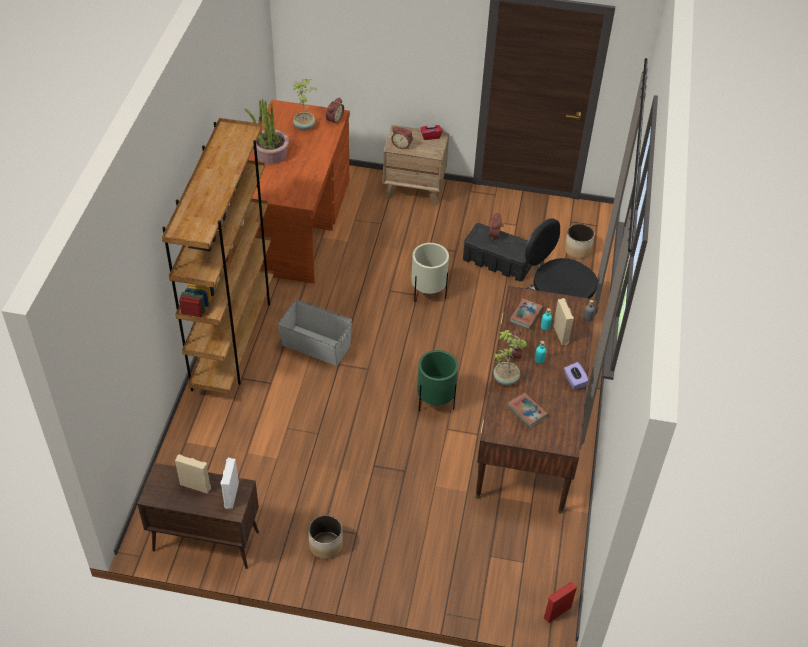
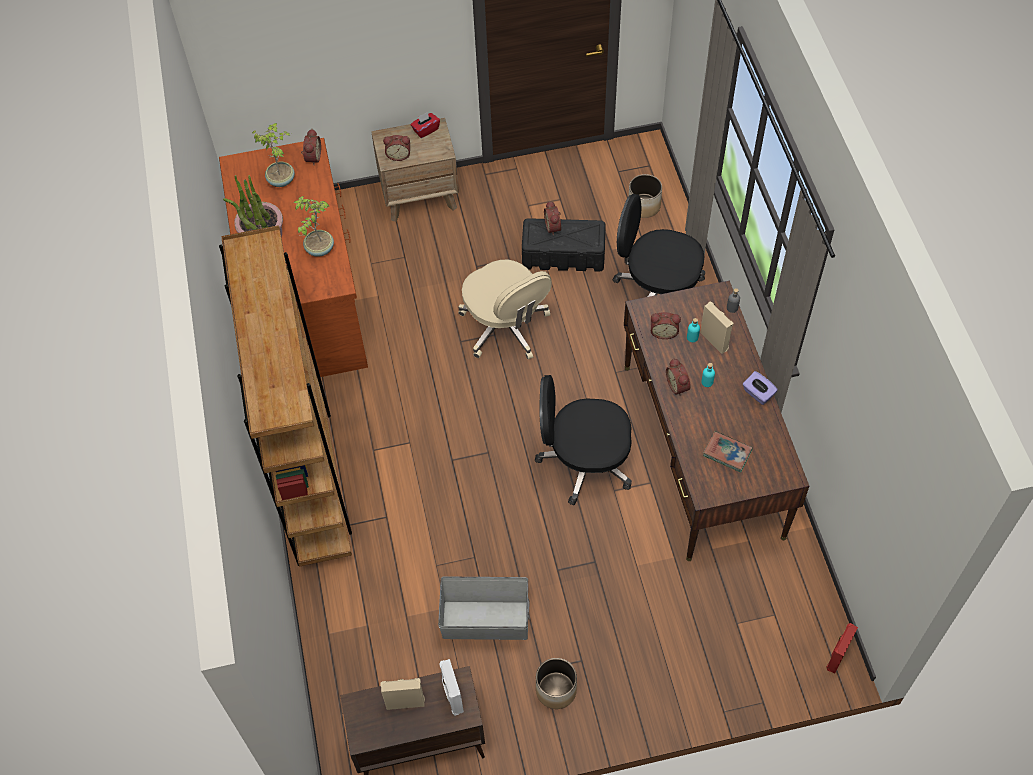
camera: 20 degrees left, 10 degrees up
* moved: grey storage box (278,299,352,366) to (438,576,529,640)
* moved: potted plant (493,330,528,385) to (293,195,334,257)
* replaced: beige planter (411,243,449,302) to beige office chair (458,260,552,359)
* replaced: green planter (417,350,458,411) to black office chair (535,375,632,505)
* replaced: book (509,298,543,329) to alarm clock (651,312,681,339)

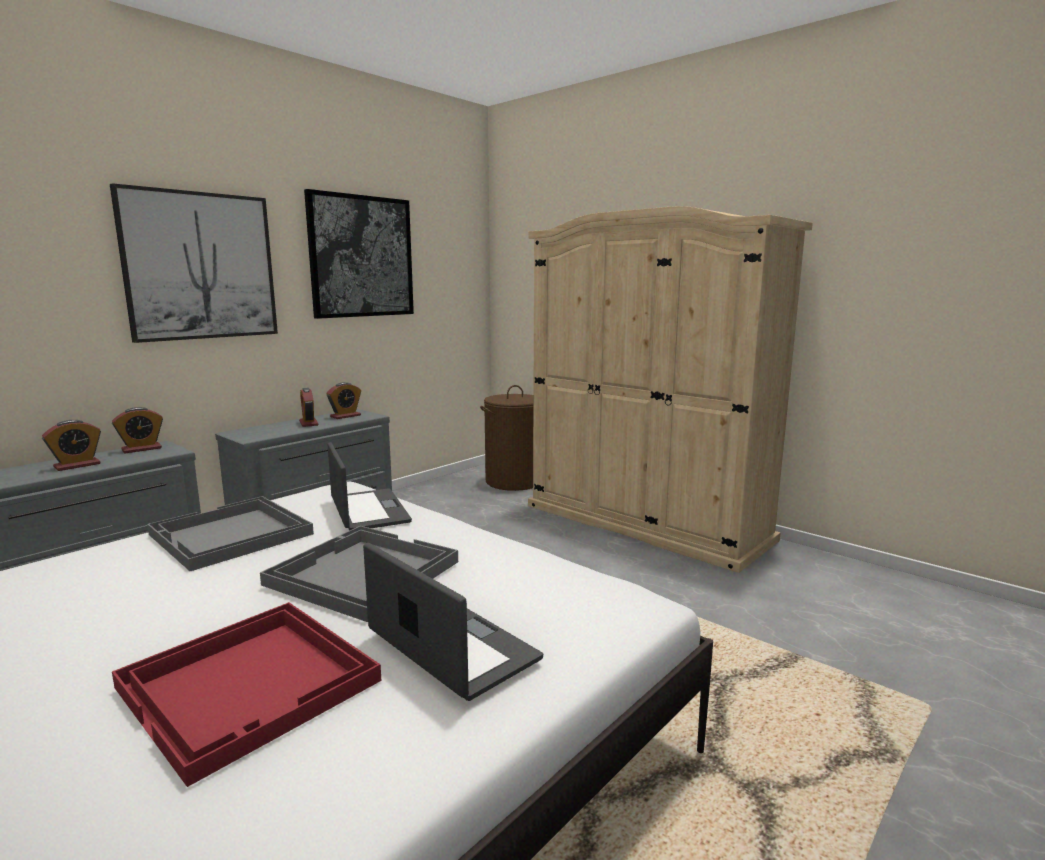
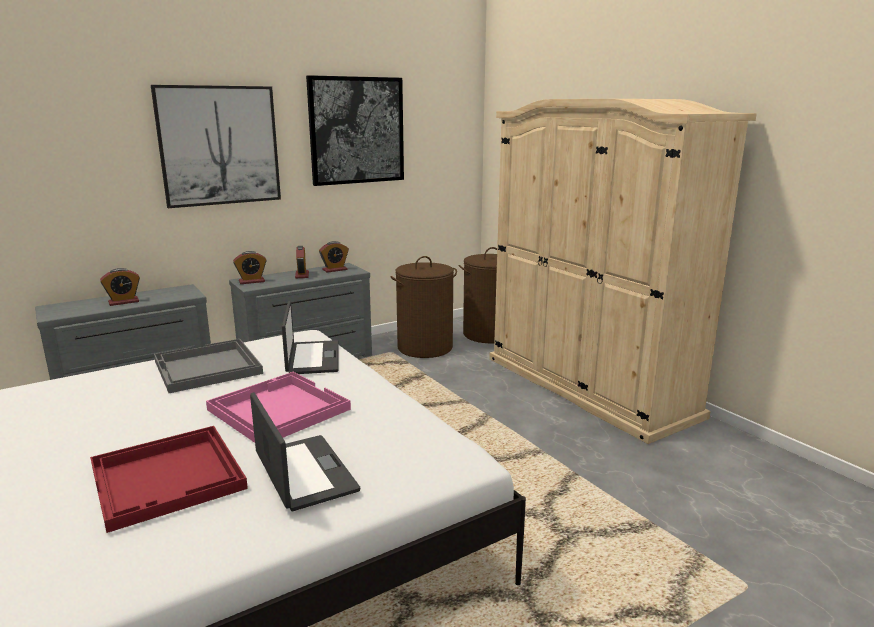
camera: 15 degrees right, 5 degrees up
* added: brown laundry basket (390,256,457,358)
* moved: alarm clock (112,407,163,453) to (233,251,267,284)
* recoloured: grey tray (260,526,458,622) to pink tray (206,372,351,443)

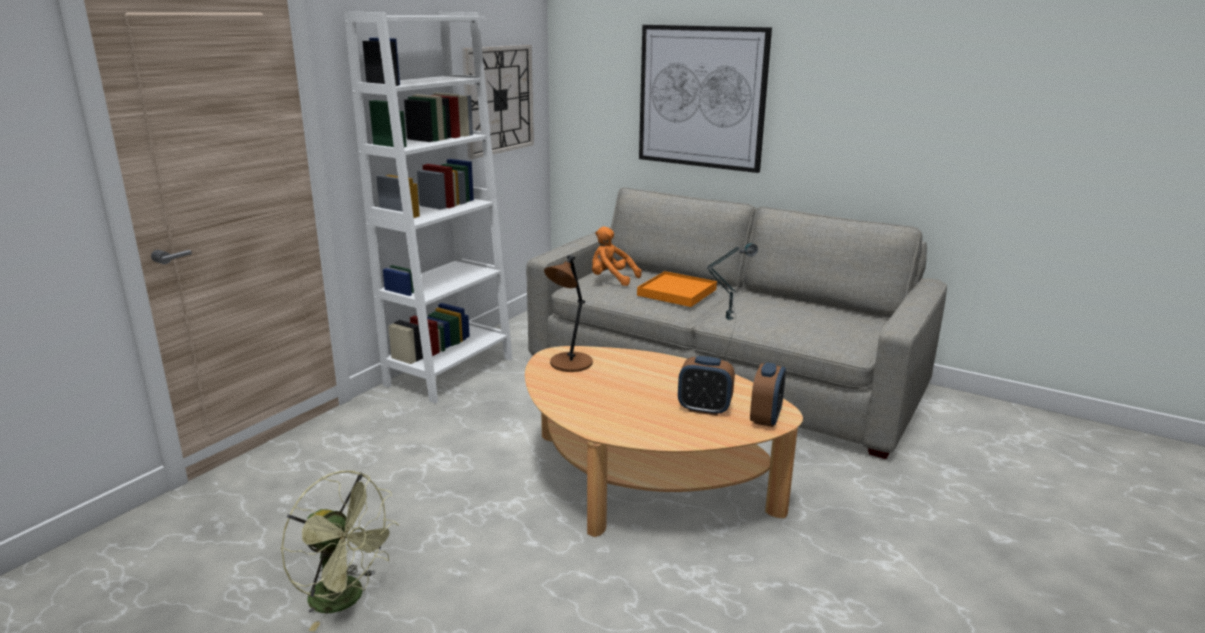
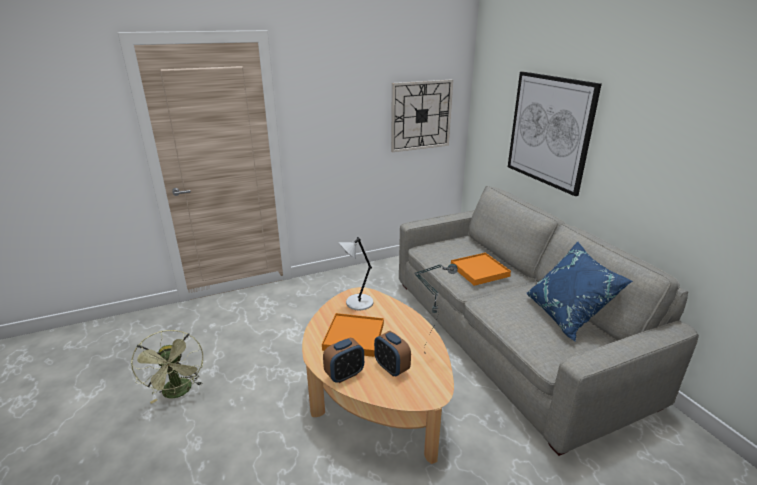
camera: 35 degrees right, 5 degrees up
* removed: white bookcase (344,12,512,403)
* removed: orange plush toy (592,226,642,286)
* added: orange tray (322,313,384,357)
* added: blue pillow (527,241,633,342)
* moved: alarm clock (750,362,786,427) to (323,338,364,383)
* recoloured: brown table lamp (544,255,593,372) to grey table lamp (339,237,373,310)

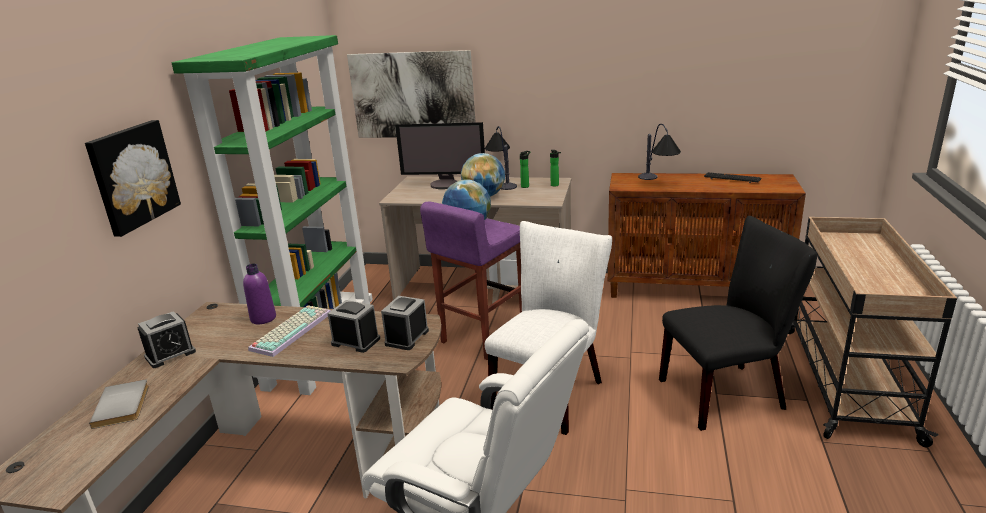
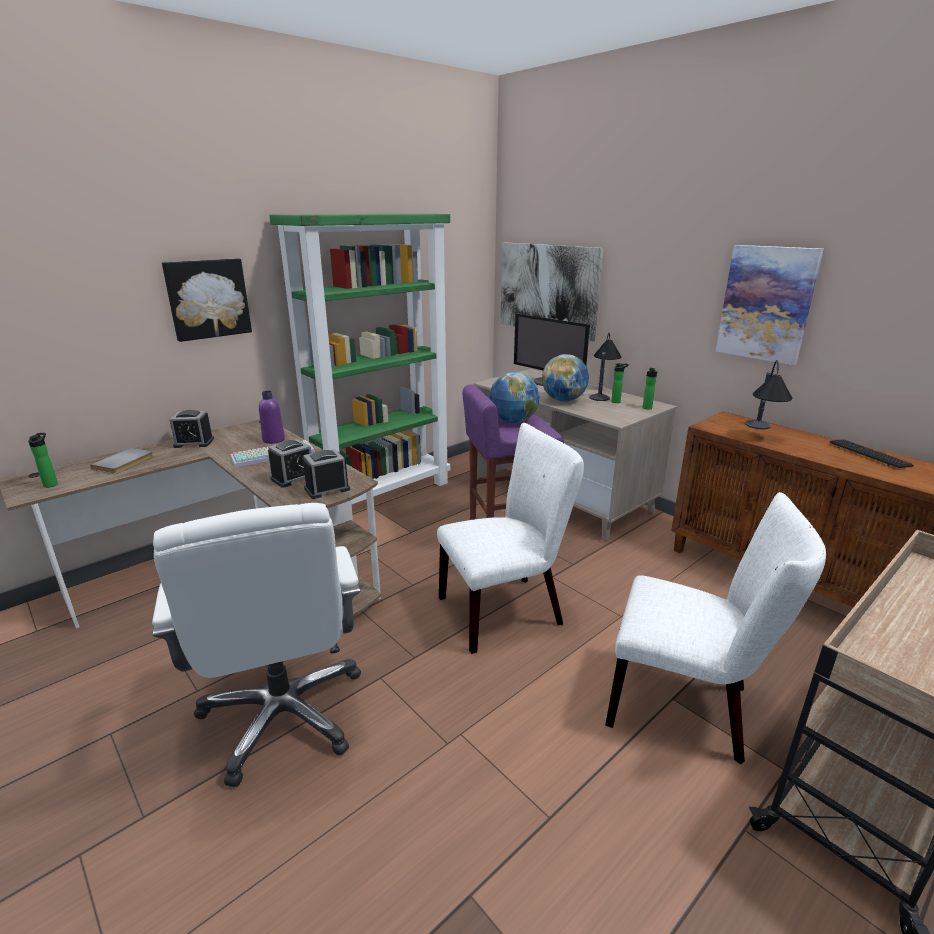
camera: 35 degrees right, 0 degrees up
* added: bottle (28,433,58,488)
* added: picture (715,245,824,365)
* recoloured: black chair (659,216,817,431) to white chair (605,492,826,764)
* turned: alarm clock (328,300,380,353) = (268,439,312,488) 75 degrees clockwise

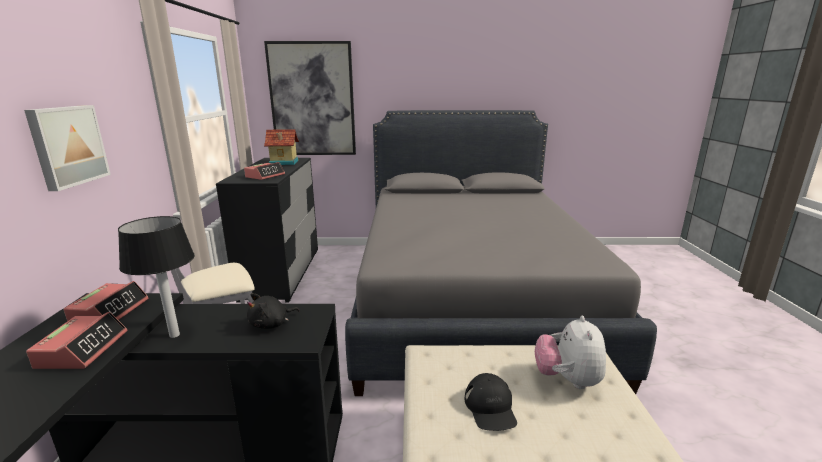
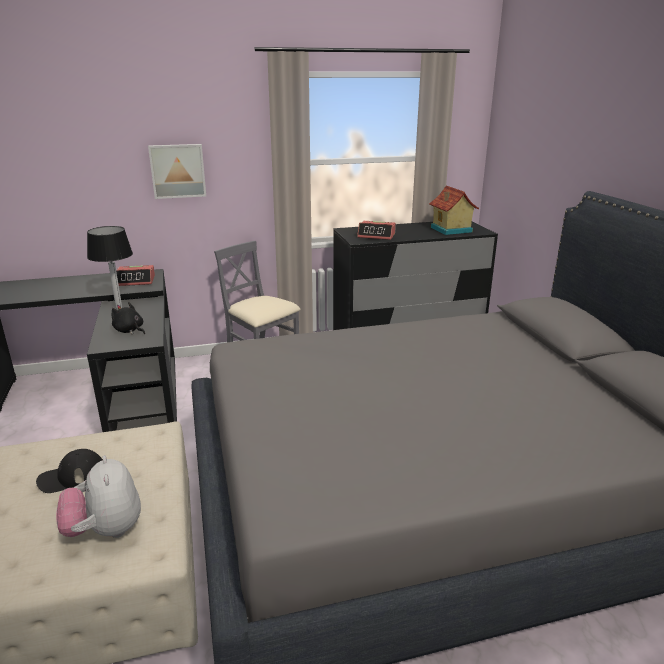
camera: 75 degrees right, 5 degrees up
* removed: alarm clock (26,312,127,369)
* removed: picture (264,41,356,155)
* turned: plush toy (535,316,606,389) = (56,455,141,538) 105 degrees counterclockwise

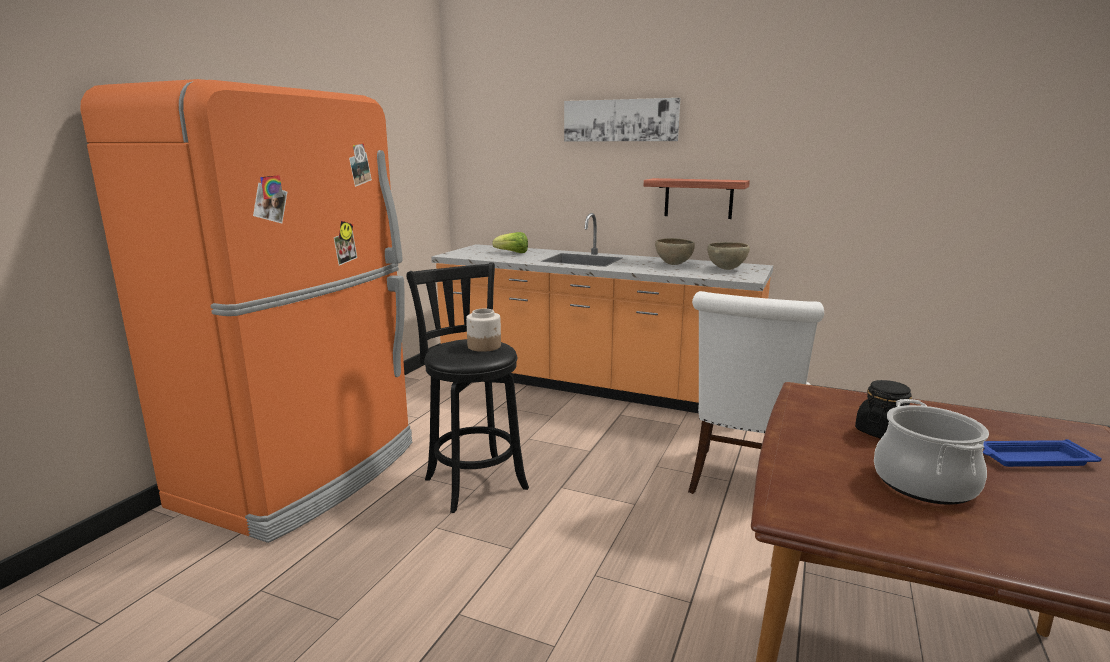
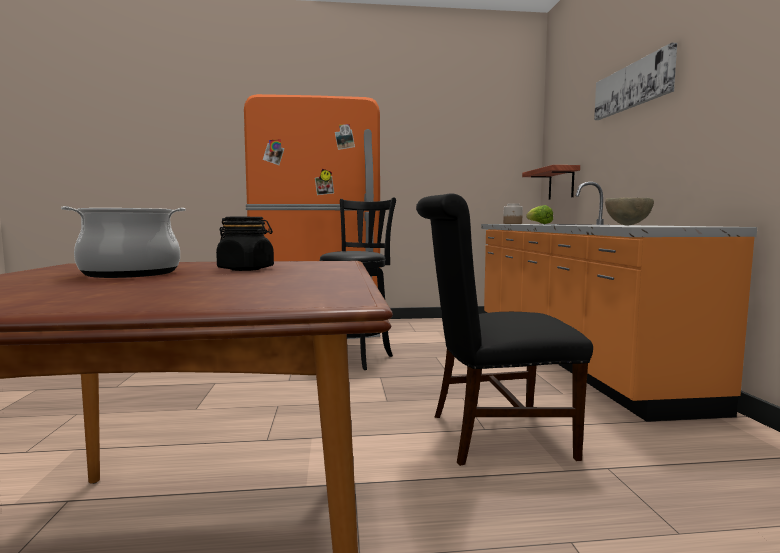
camera: 60 degrees right, 10 degrees down
* removed: brown bowl (707,242,750,270)
* removed: blue tray (983,439,1102,467)
* moved: jar (466,309,501,352) to (503,203,523,224)
* moved: shelf (644,178,750,219) to (522,165,580,200)
* recoloured: white chair (688,291,824,494) to black chair (416,193,593,466)

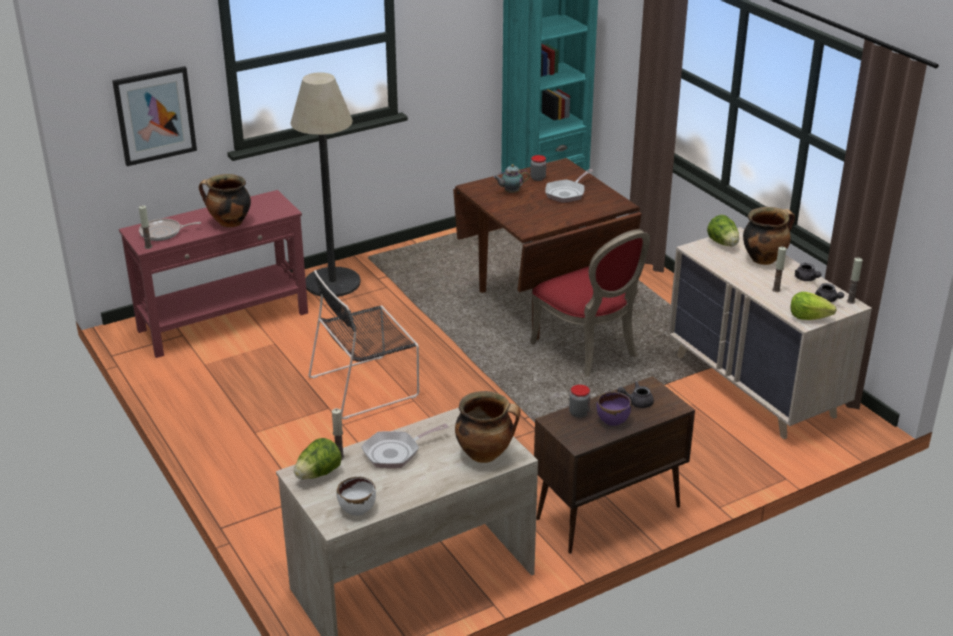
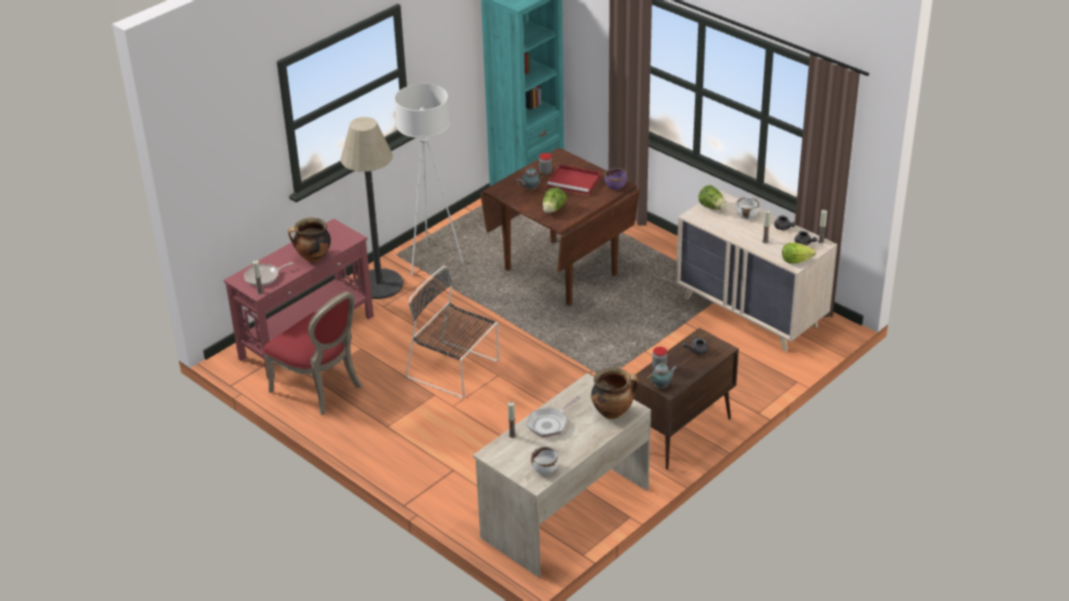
camera: 15 degrees left, 5 degrees up
* removed: picture (112,66,197,166)
* added: white floor lamp (394,84,464,275)
* added: teapot (647,363,677,389)
* moved: lettuce (294,438,342,480) to (542,187,567,213)
* moved: red chair (530,229,650,377) to (263,291,362,415)
* moved: purple bowl (597,391,631,426) to (604,168,627,190)
* replaced: frying pan (545,169,593,203) to red tray (547,164,601,196)
* replaced: cooking pot (743,207,795,265) to white bowl (736,197,759,219)
* turned: black chair (308,270,419,419) = (406,266,499,398) 75 degrees clockwise

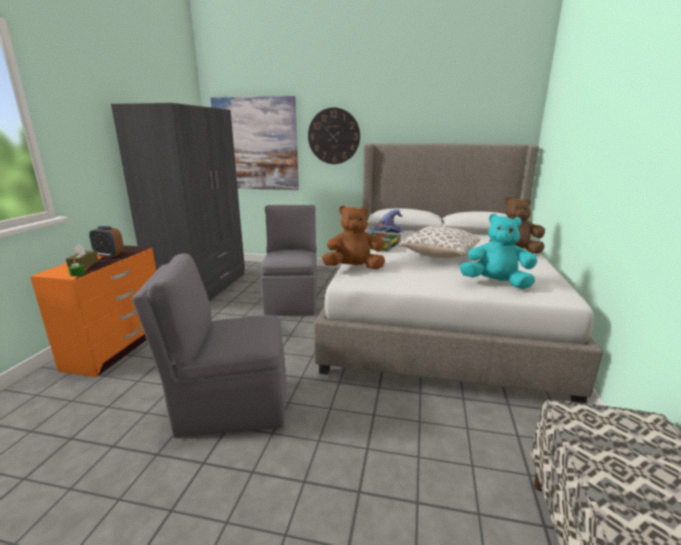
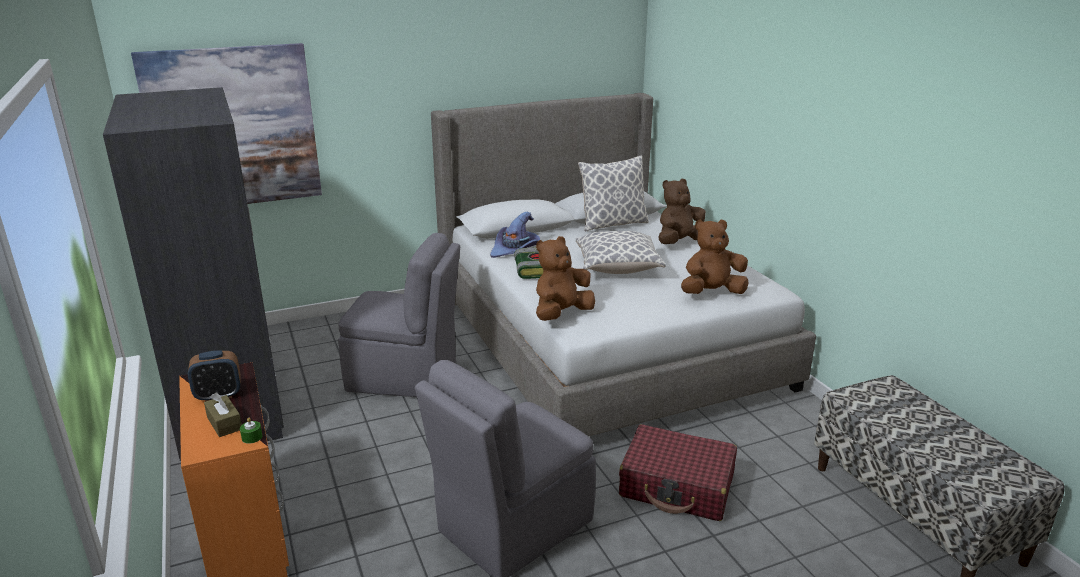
camera: 35 degrees left, 5 degrees up
* removed: wall clock (308,107,360,164)
* added: pillow (578,156,649,232)
* added: red suitcase (619,424,737,521)
* recoloured: turquoise plush toy (459,214,537,289) to brown plush toy (681,219,749,294)
* turned: grey chair (260,205,317,316) = (338,233,460,397) 135 degrees clockwise

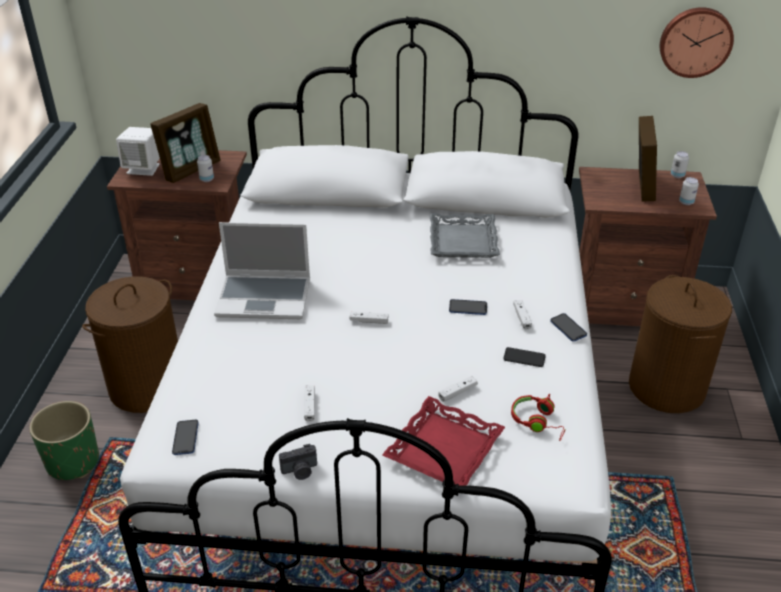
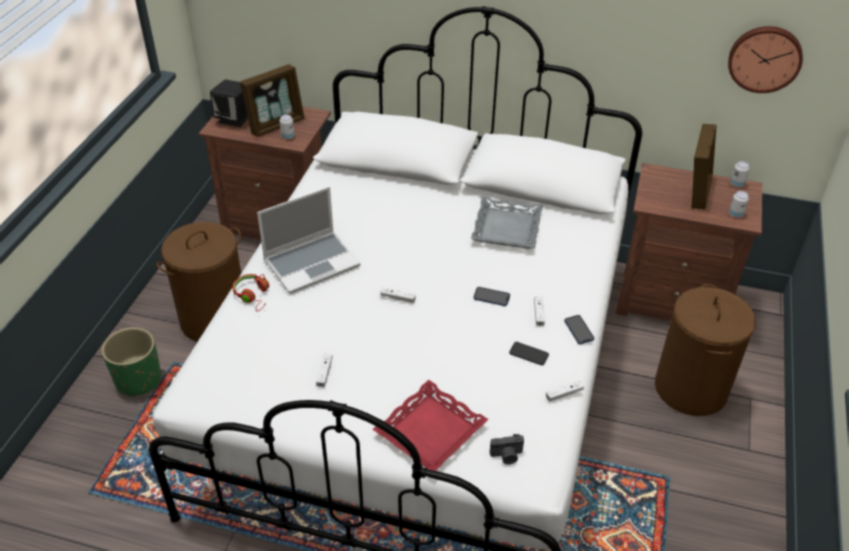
camera: 10 degrees right, 5 degrees up
* removed: phone (172,420,199,455)
* moved: photo camera (279,444,317,480) to (490,434,524,465)
* moved: white game controller (438,376,477,402) to (546,380,584,402)
* moved: red headphones (511,394,566,441) to (232,274,269,311)
* recoloured: white speaker (116,127,160,176) to black speaker (210,79,248,127)
* turned: laptop (214,222,310,319) = (257,187,360,294) 45 degrees counterclockwise

